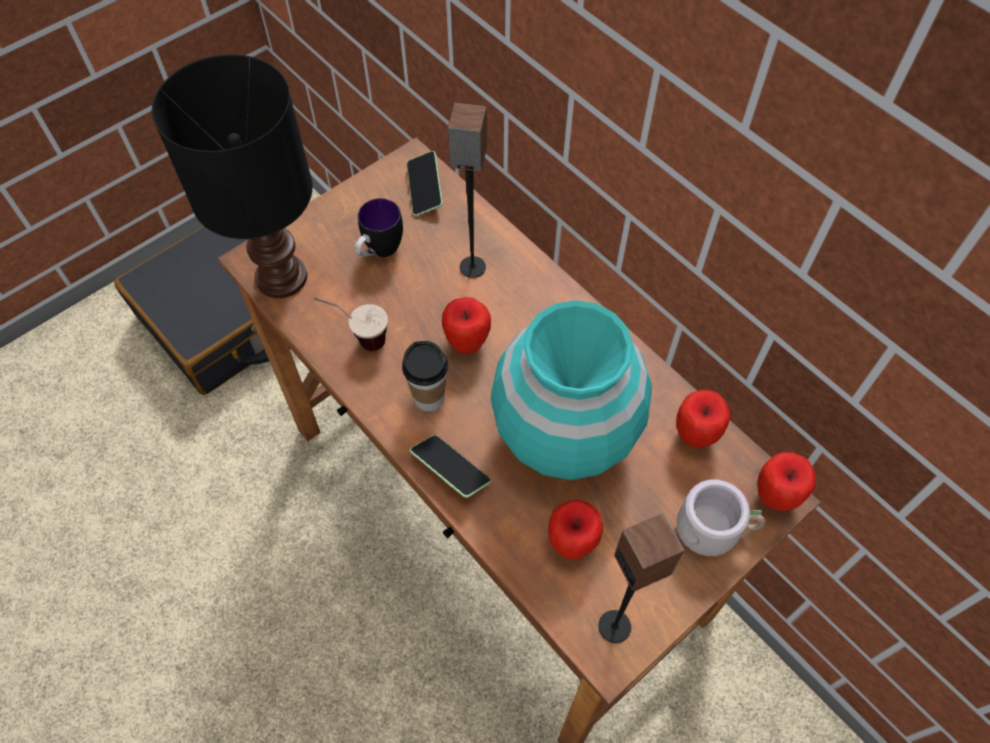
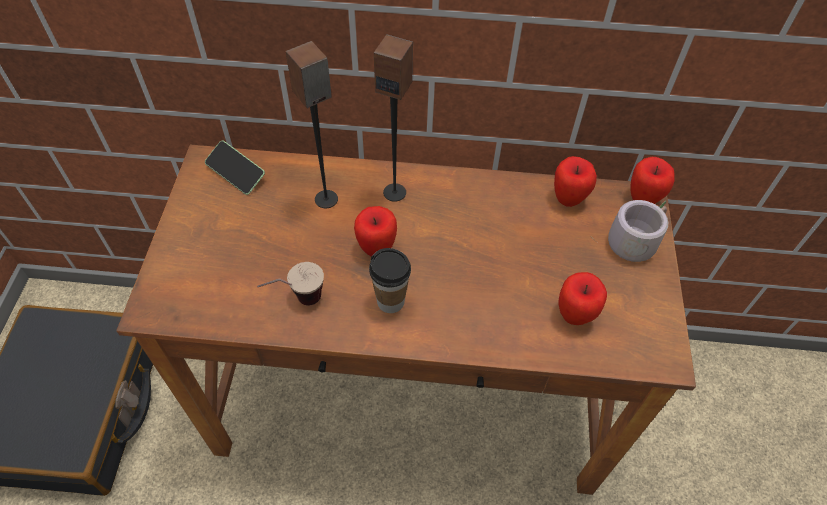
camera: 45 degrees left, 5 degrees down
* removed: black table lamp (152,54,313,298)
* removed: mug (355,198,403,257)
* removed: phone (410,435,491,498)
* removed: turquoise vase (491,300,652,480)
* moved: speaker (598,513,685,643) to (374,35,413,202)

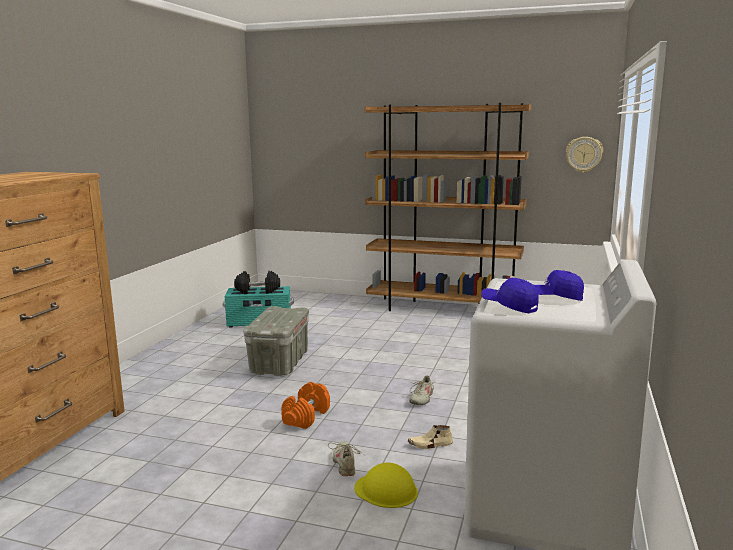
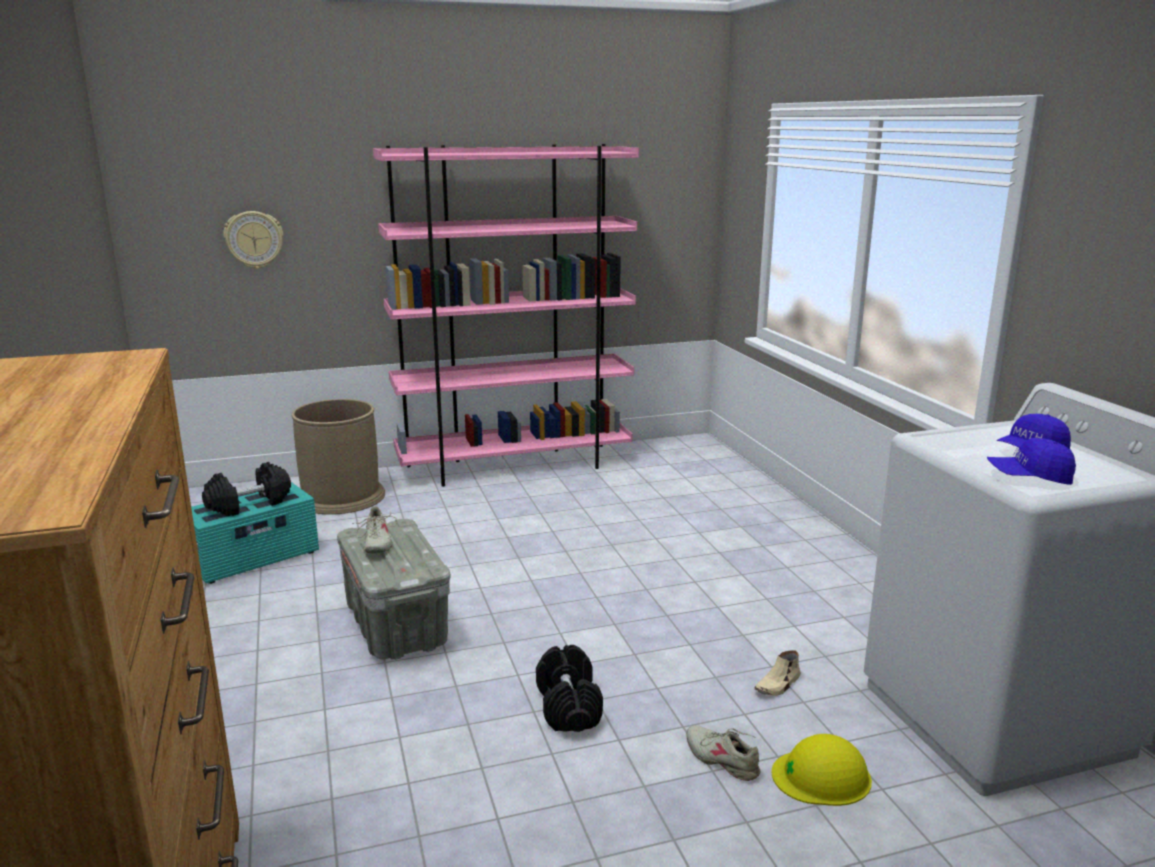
camera: 35 degrees left, 5 degrees up
* added: brown trash can (291,399,385,515)
* moved: beige shoe (409,375,436,405) to (352,506,397,553)
* moved: wall clock (566,137,603,173) to (223,211,284,269)
* recoloured: orange dumbbell (281,382,330,429) to black dumbbell (536,645,603,732)
* recoloured: brown bookcase (365,103,532,311) to pink bookcase (373,144,639,487)

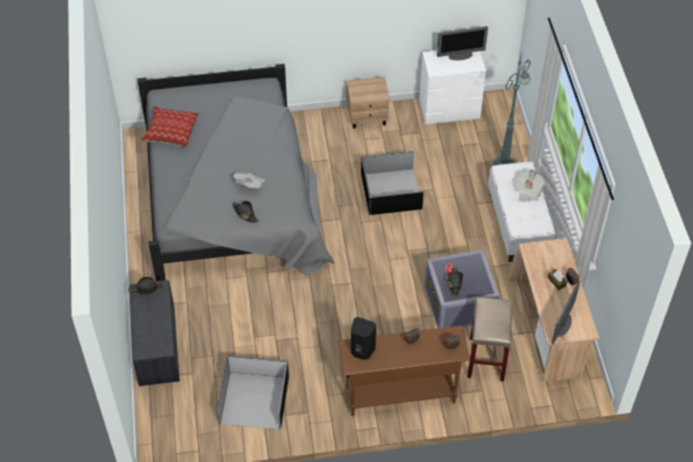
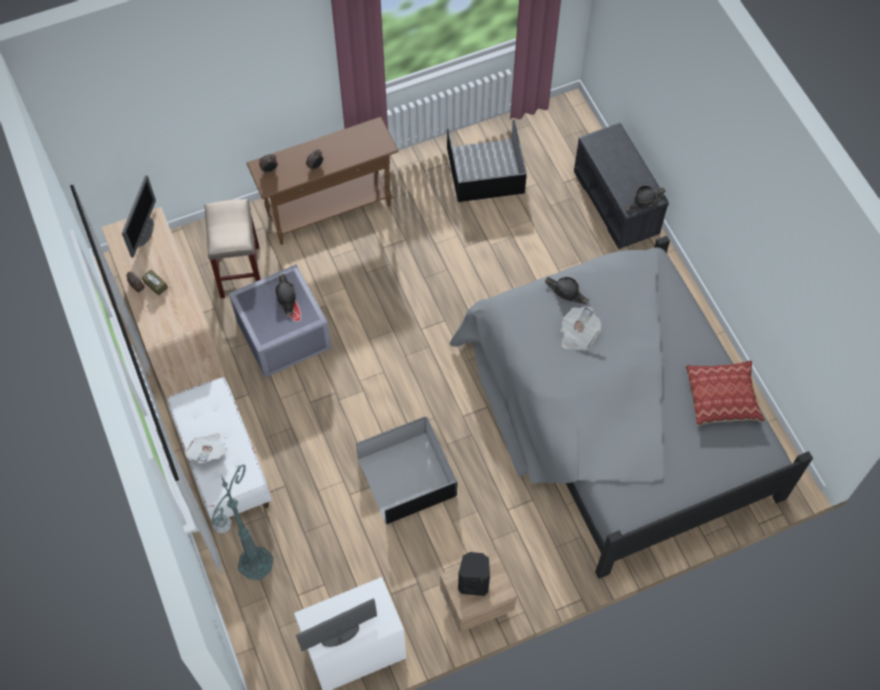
camera: 165 degrees right, 10 degrees up
* moved: black speaker (351,317,376,360) to (458,552,490,596)

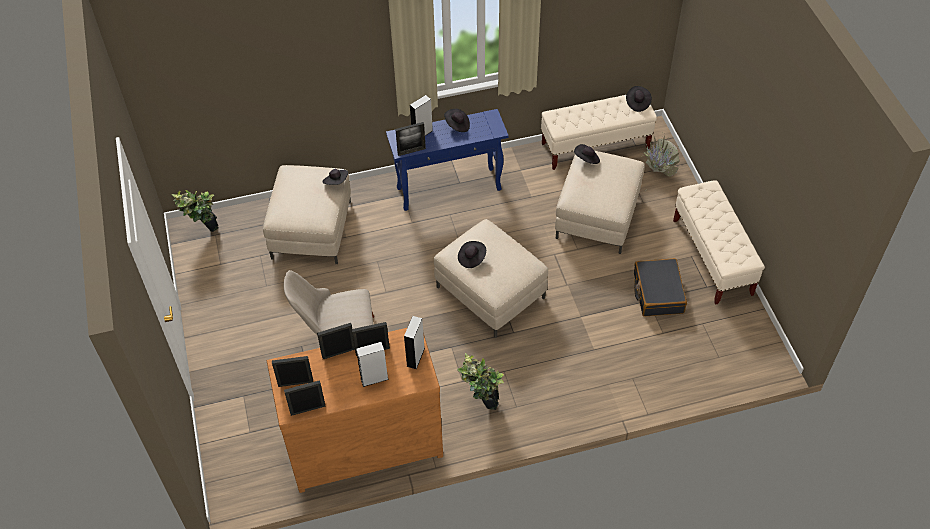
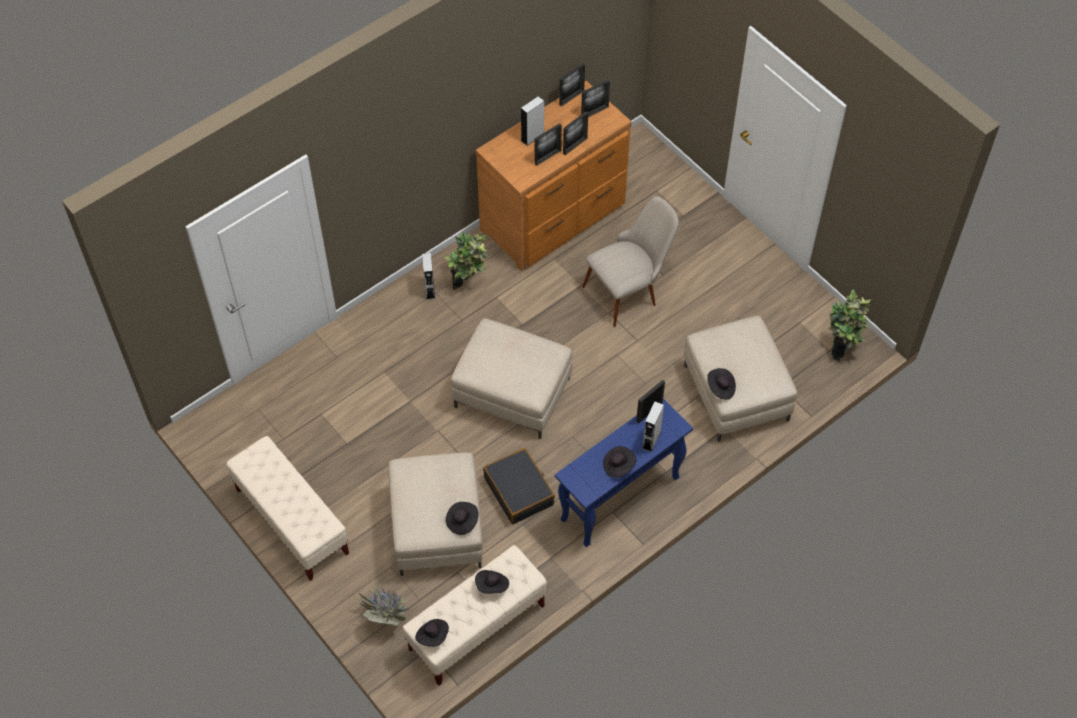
camera: 155 degrees right, 5 degrees up
* moved: grey speaker (404,316,425,369) to (422,253,435,300)
* moved: black hat (458,241,486,268) to (475,570,509,594)
* moved: black suitcase (634,258,687,316) to (483,448,555,524)

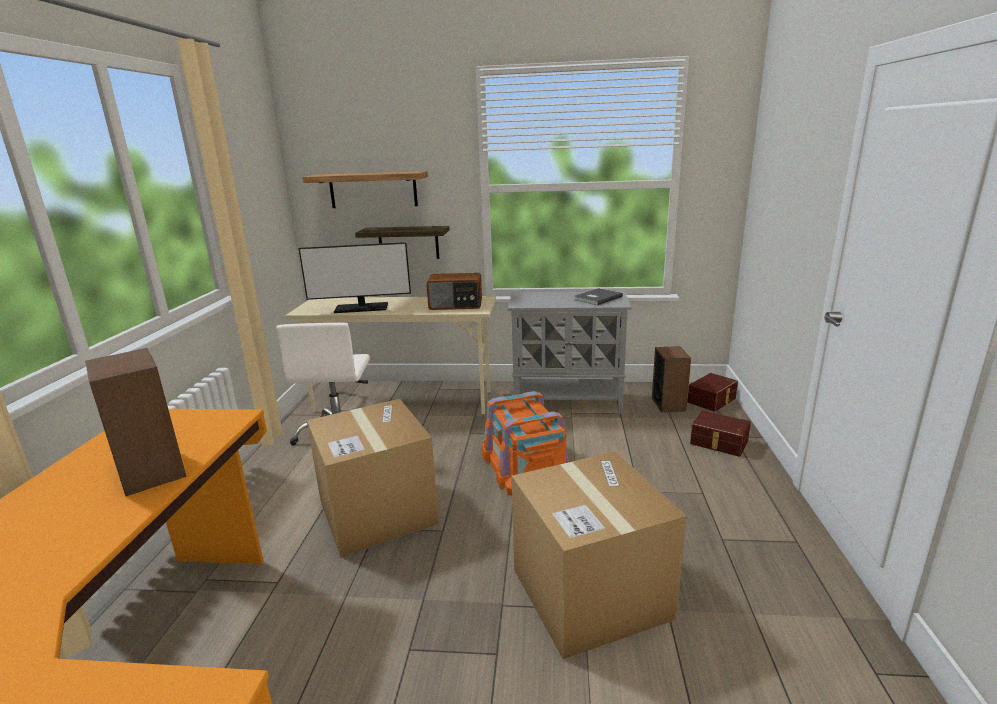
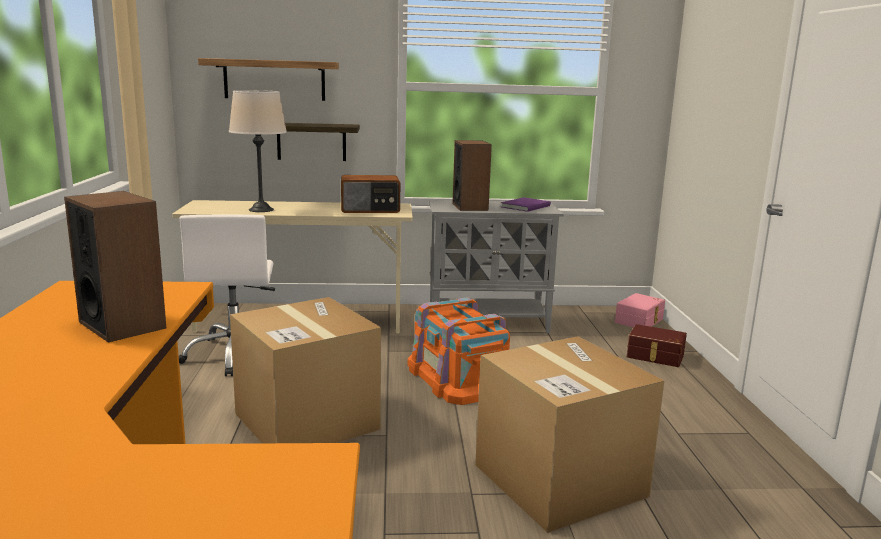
camera: 10 degrees left, 5 degrees down
* moved: speaker (652,346,691,412) to (453,140,492,211)
* replaced: monitor (299,242,411,313) to beige table lamp (229,90,287,212)
* recoloured: grey book (575,288,623,306) to purple book (501,197,551,212)
* recoloured: brown storage box (687,373,738,412) to pink storage box (615,293,665,328)

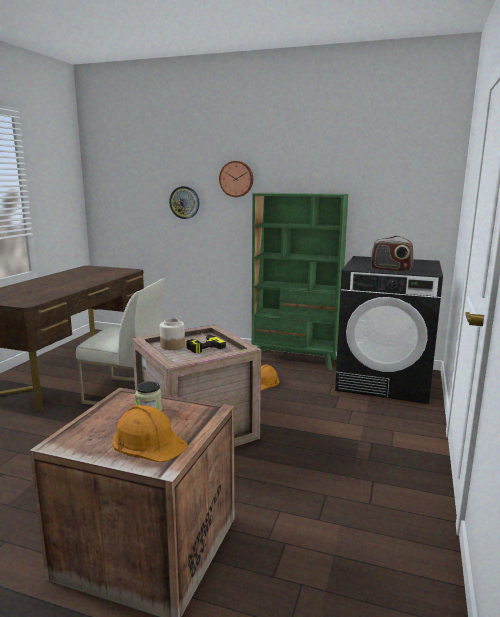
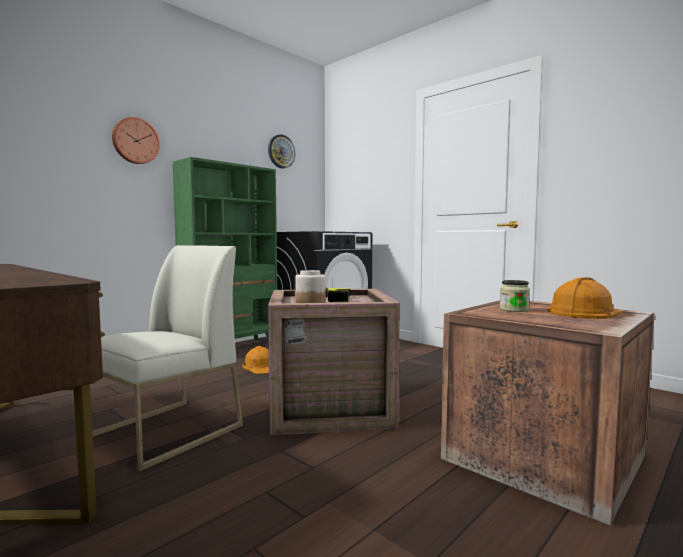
camera: 65 degrees left, 10 degrees down
* removed: radio (371,236,414,272)
* moved: wall clock (169,186,200,219) to (268,134,295,169)

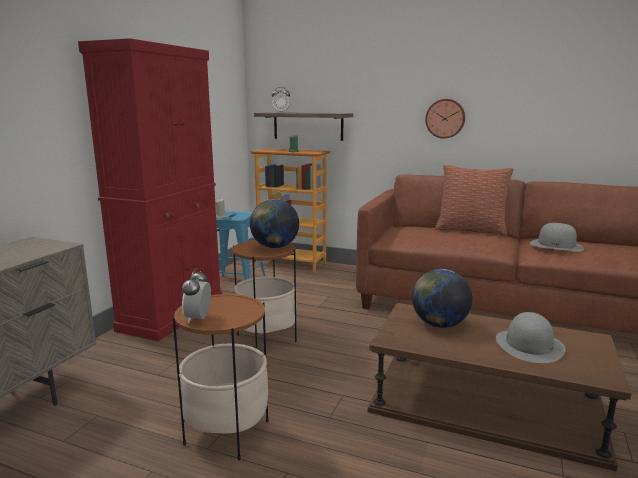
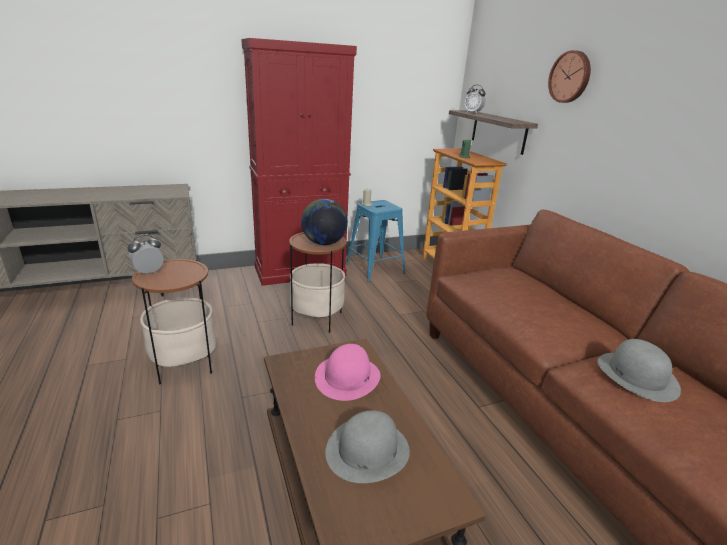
camera: 45 degrees right, 10 degrees up
* removed: pillow (435,165,513,236)
* moved: wall clock (425,99,465,139) to (548,50,591,103)
* replaced: globe (412,269,472,328) to pink hat (315,344,380,401)

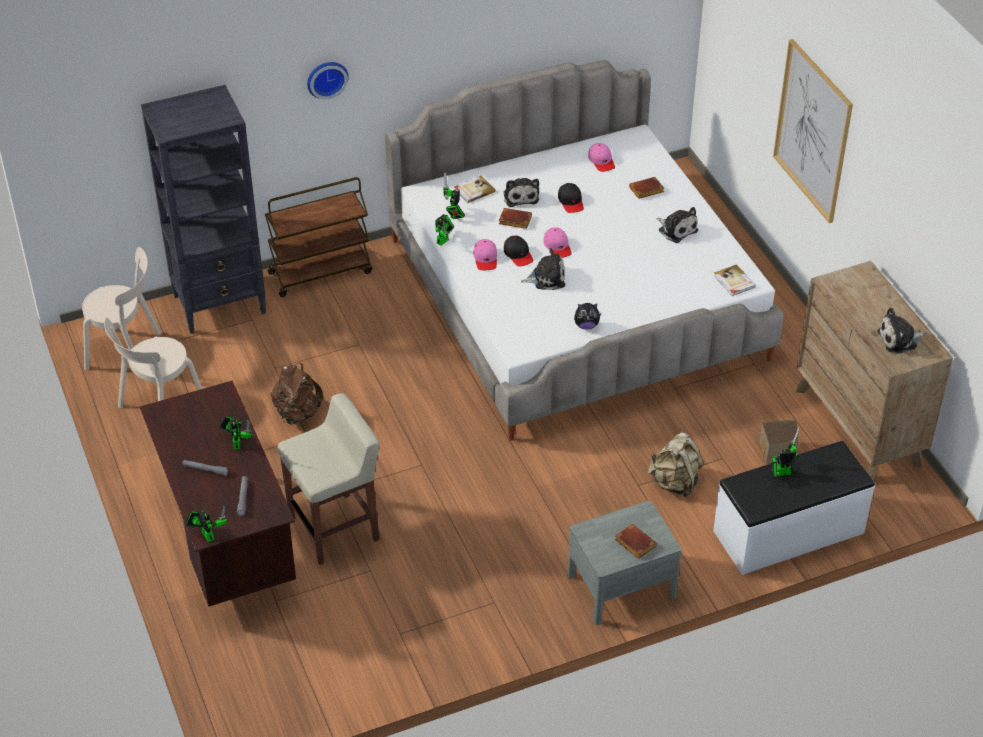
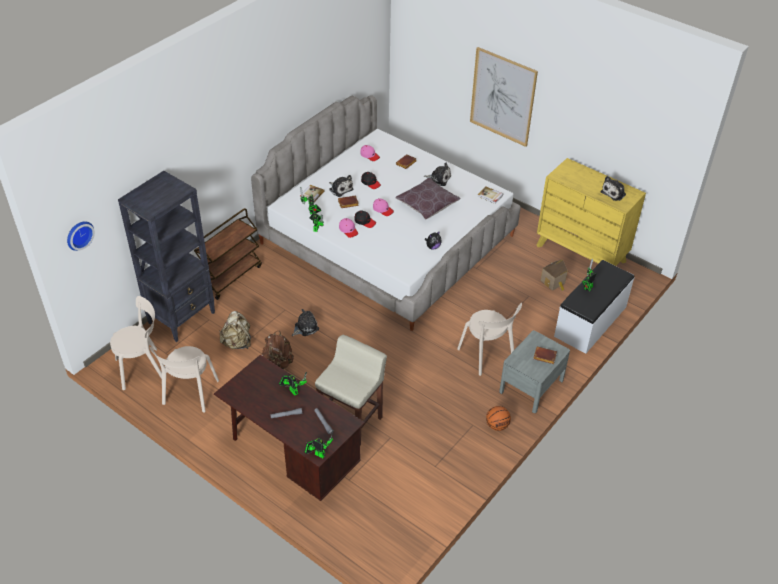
camera: 30 degrees left, 0 degrees up
* added: brown pillow (395,178,461,219)
* added: beige chair (457,303,522,376)
* added: basketball (486,406,511,431)
* moved: wall clock (307,62,349,99) to (67,221,95,251)
* moved: plush toy (521,248,565,290) to (292,309,319,336)
* moved: beige backpack (648,432,704,497) to (219,311,251,349)
* recoloured: brown dresser (796,261,953,479) to yellow dresser (537,158,646,266)

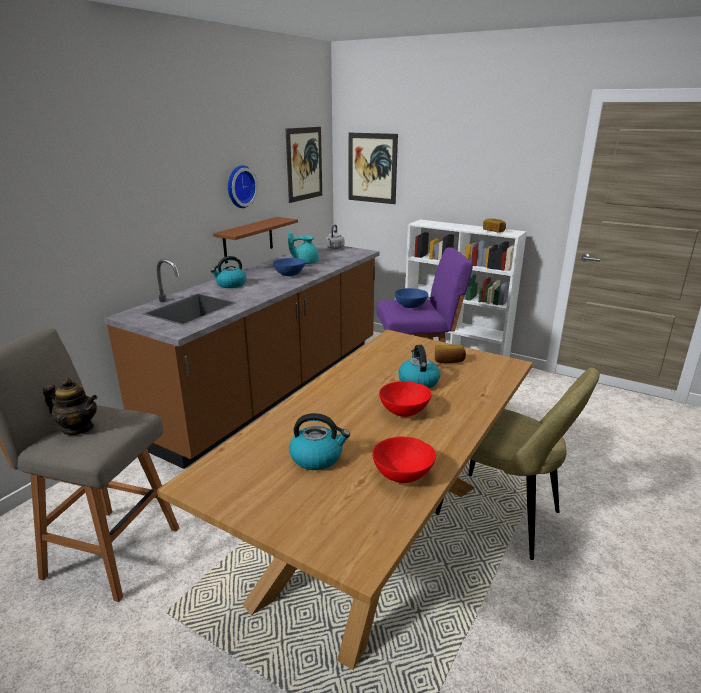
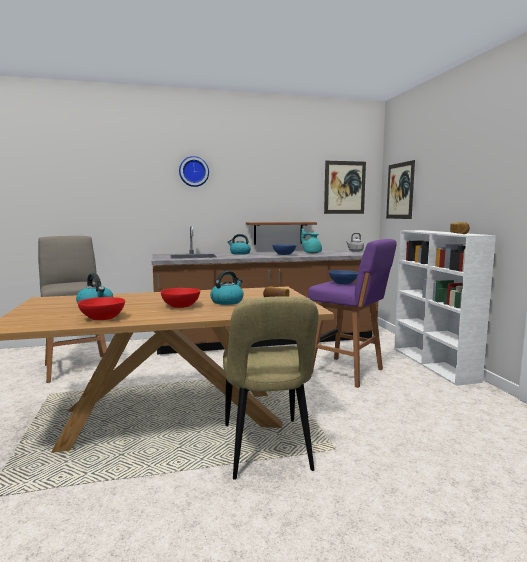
camera: 45 degrees right, 15 degrees down
* removed: teapot (43,378,97,435)
* moved: wall clock (228,165,258,208) to (179,156,209,187)

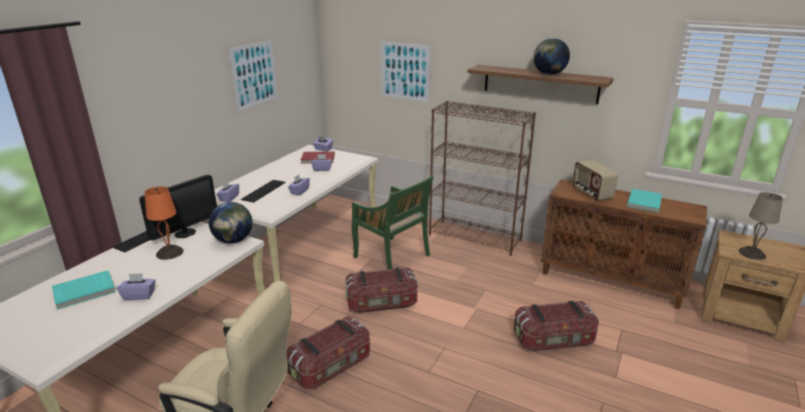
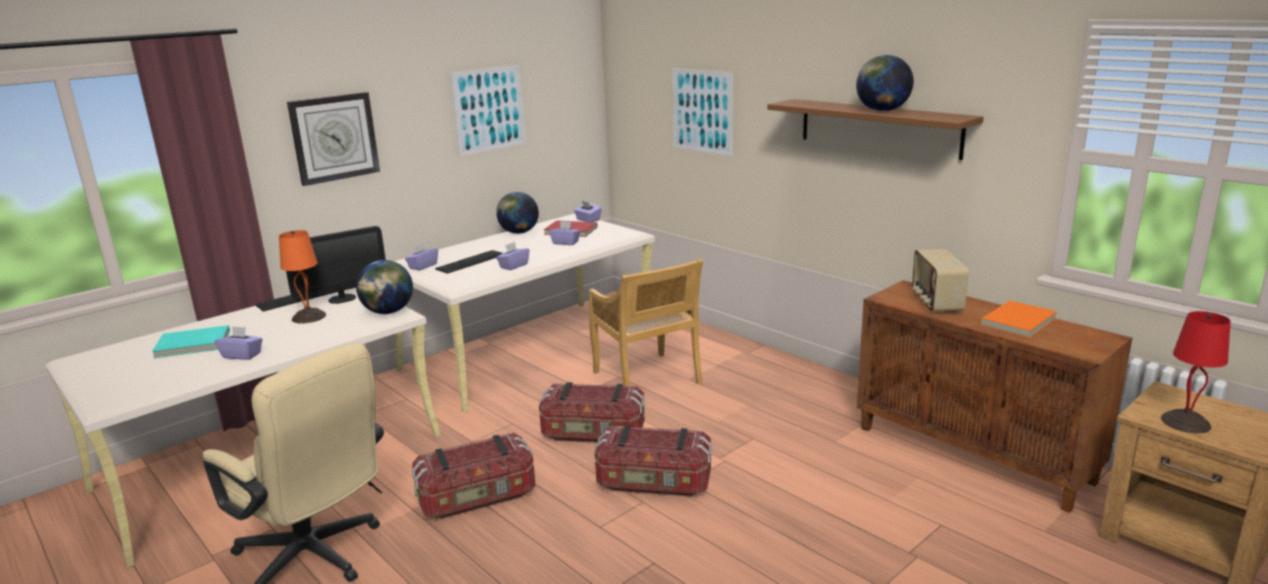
camera: 20 degrees right, 5 degrees down
* removed: brown bookcase (429,101,536,256)
* added: wall clock (287,92,380,186)
* added: globe (496,192,539,234)
* moved: storage box (514,301,599,352) to (595,425,712,497)
* recoloured: green chair (352,176,434,269) to beige chair (589,259,703,386)
* recoloured: turquoise book (627,189,662,213) to orange book (980,300,1057,338)
* recoloured: beige table lamp (738,192,783,260) to red table lamp (1161,311,1231,433)

